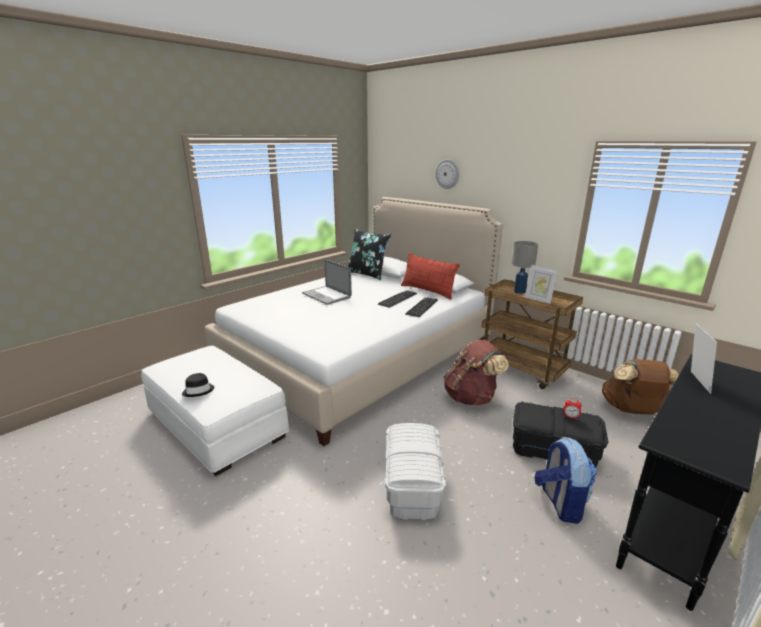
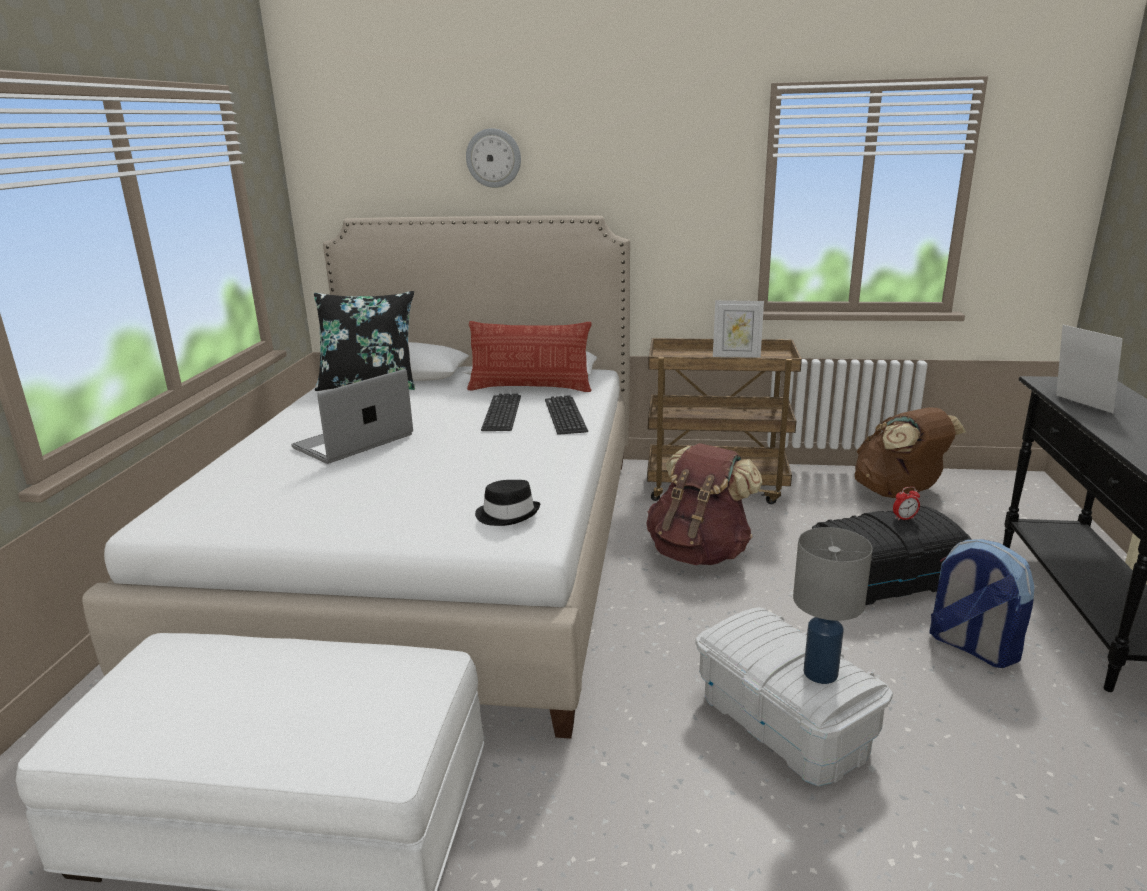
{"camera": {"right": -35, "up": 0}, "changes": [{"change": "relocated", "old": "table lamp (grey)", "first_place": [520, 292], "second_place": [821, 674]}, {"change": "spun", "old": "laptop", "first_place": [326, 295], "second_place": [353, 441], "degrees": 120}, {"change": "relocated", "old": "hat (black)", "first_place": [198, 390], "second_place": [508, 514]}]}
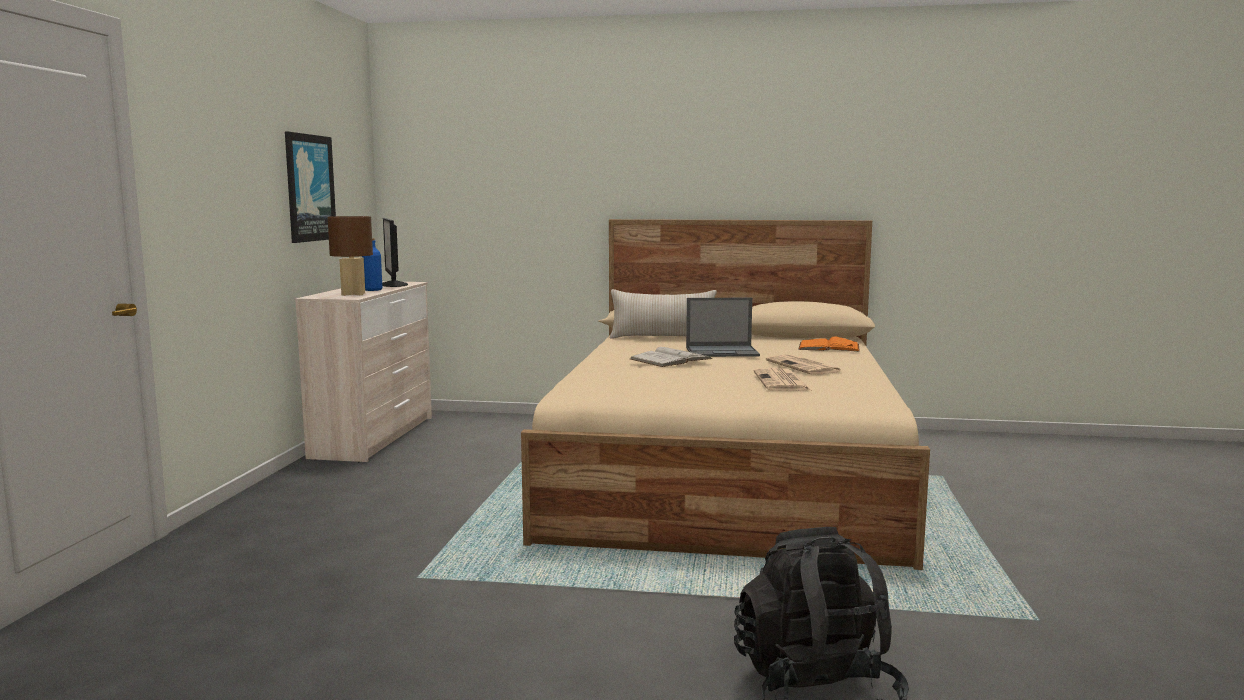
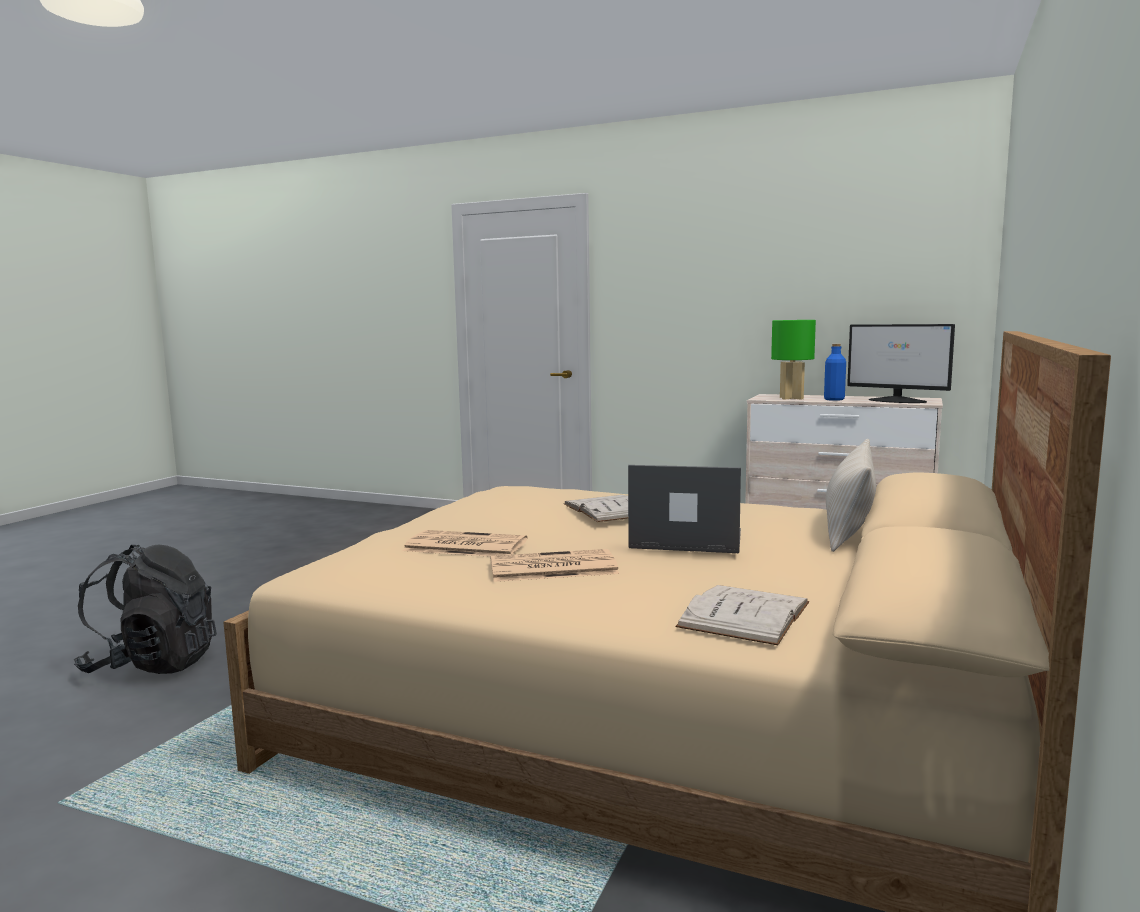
{"camera": {"right": 105, "up": 0}, "changes": [{"change": "missing", "old": "picture", "first_place": [309, 188]}, {"change": "colour", "old": "table lamp (brown)", "new": "table lamp (green)", "first_place": [353, 294], "second_place": [790, 398]}, {"change": "spun", "old": "monitor", "first_place": [393, 284], "second_place": [898, 401], "degrees": -135}, {"change": "spun", "old": "laptop", "first_place": [723, 352], "second_place": [684, 540], "degrees": 90}, {"change": "colour", "old": "book (orange)", "new": "book (white)", "first_place": [829, 347], "second_place": [744, 614]}]}
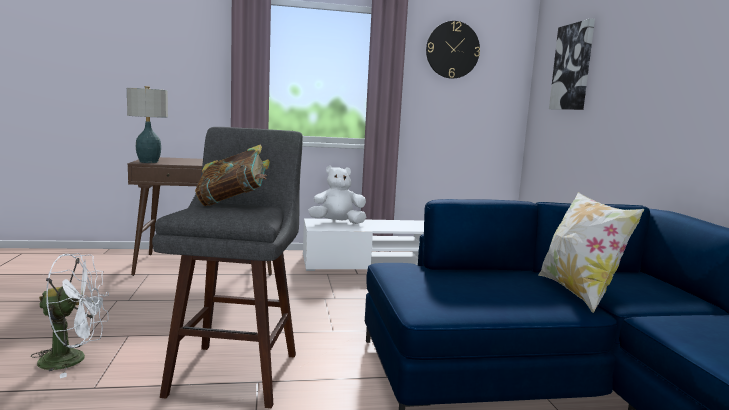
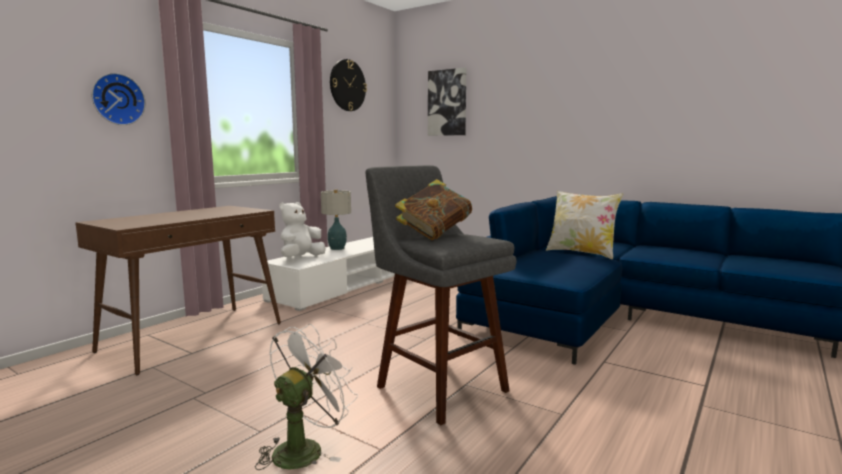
{"camera": {"right": -45, "up": 0}, "changes": [{"change": "relocated", "old": "table lamp", "first_place": [148, 162], "second_place": [337, 248]}, {"change": "appeared", "new": "wall clock", "second_place": [117, 99]}]}
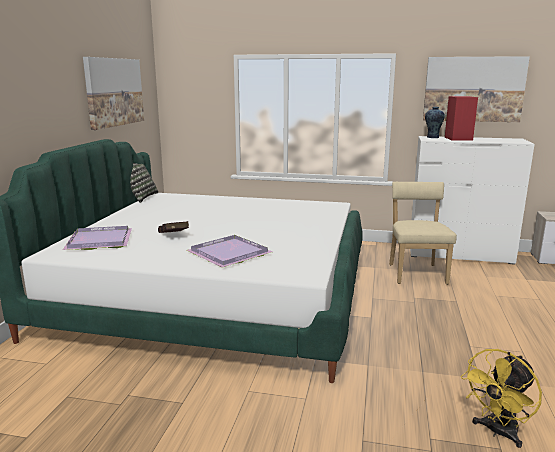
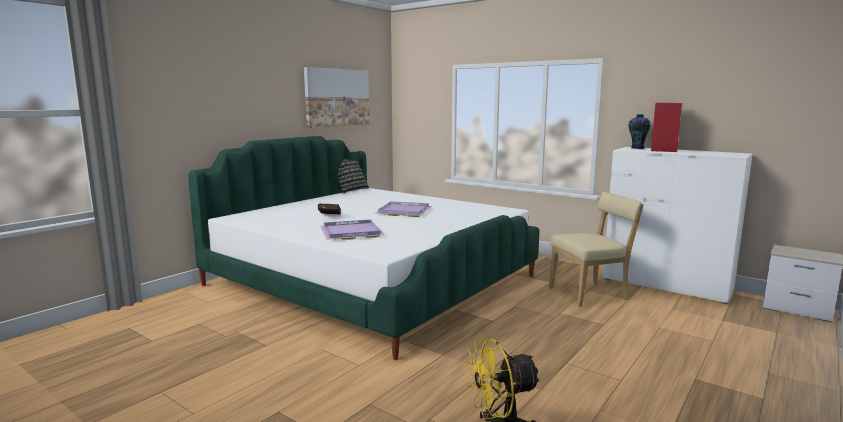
{"camera": {"right": 25, "up": -5}, "changes": [{"change": "missing", "old": "picture", "first_place": [473, 89]}, {"change": "spun", "old": "chair (beige)", "first_place": [416, 273], "second_place": [591, 293], "degrees": 45}, {"change": "relocated", "old": "tray (purple)", "first_place": [98, 240], "second_place": [403, 211]}]}
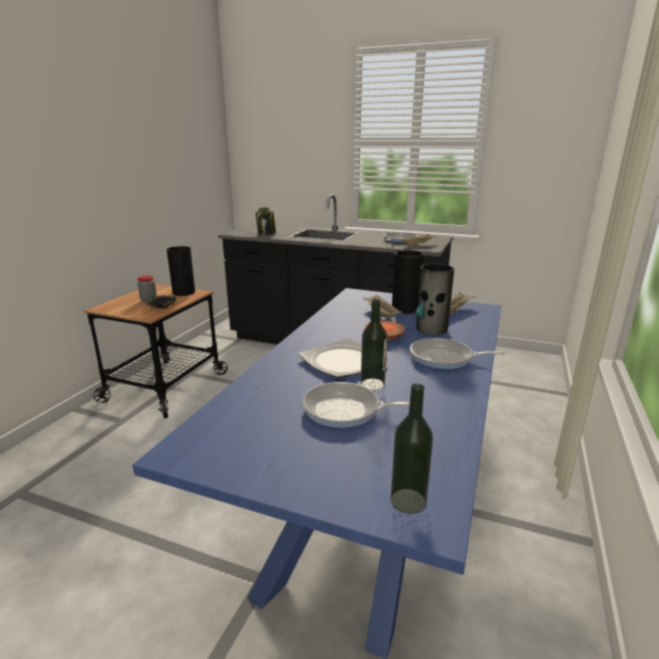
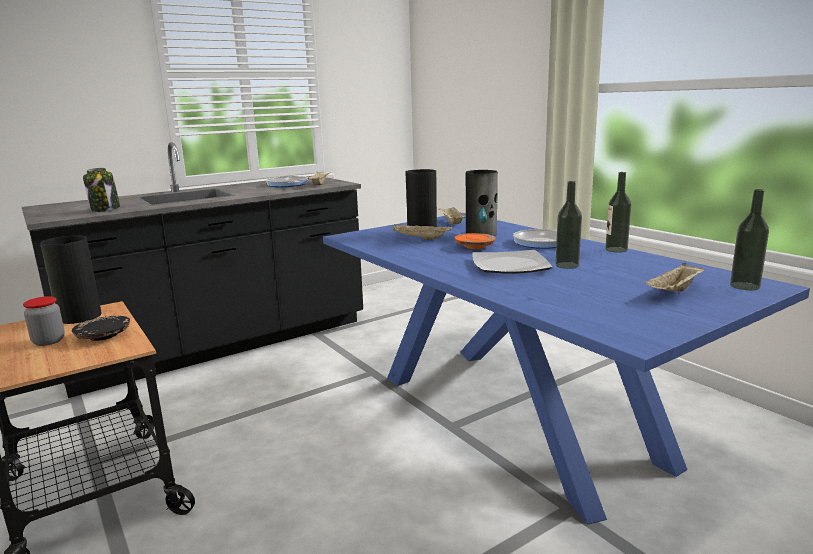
{"camera": {"right": -55, "up": -5}, "changes": [{"change": "missing", "old": "frying pan", "first_place": [345, 410]}, {"change": "appeared", "new": "bottle", "second_place": [616, 249]}, {"change": "appeared", "new": "tray (beige)", "second_place": [674, 292]}]}
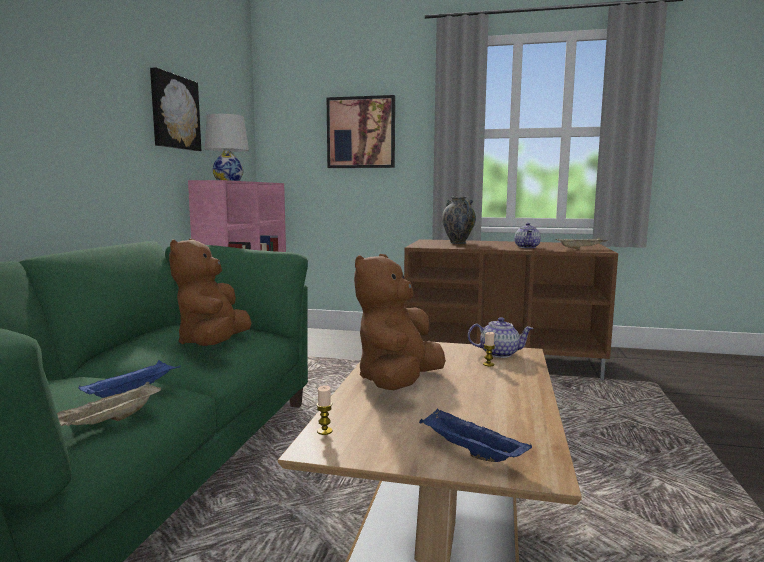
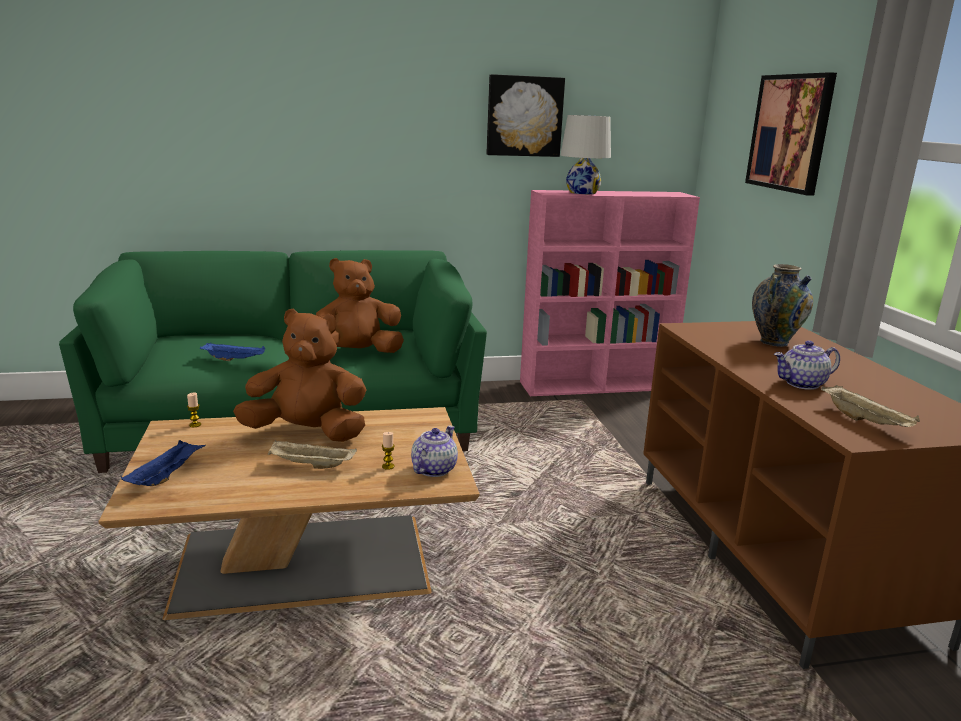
{"camera": {"right": 65, "up": 10}, "changes": [{"change": "spun", "old": "teapot", "first_place": [499, 353], "second_place": [433, 469], "degrees": -135}, {"change": "relocated", "old": "tray (beige)", "first_place": [109, 422], "second_place": [310, 465]}]}
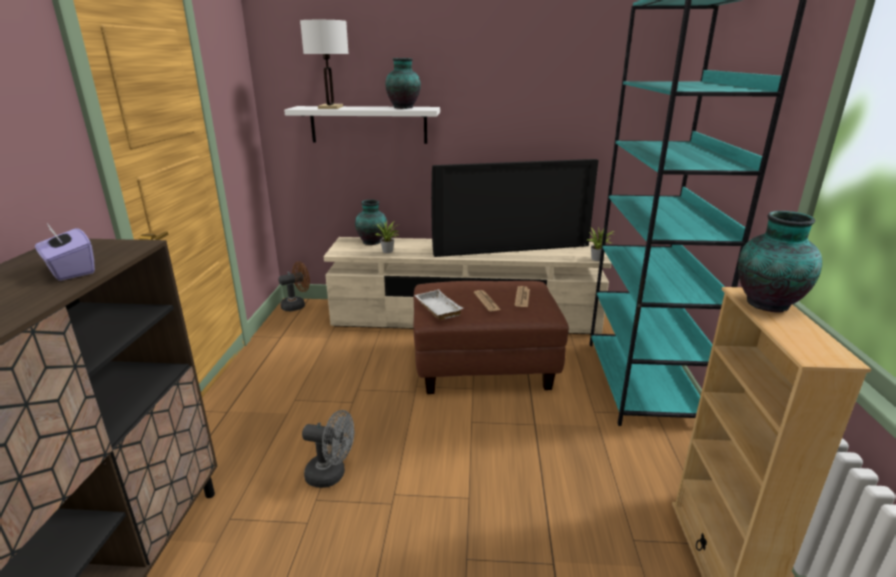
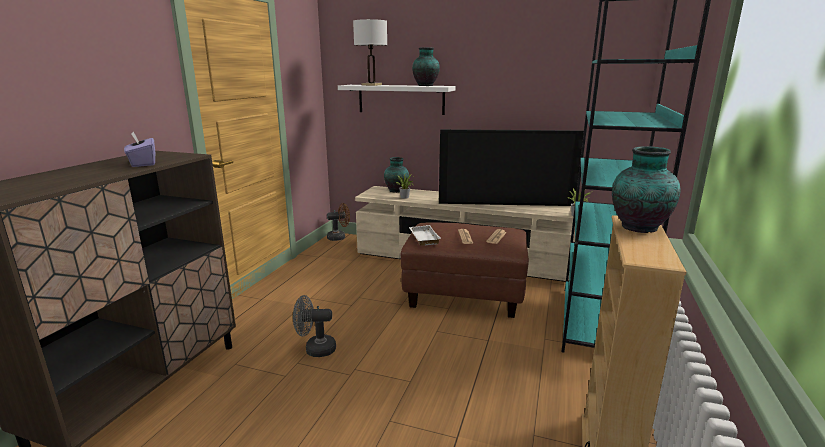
{"camera": {"right": 15, "up": -5}, "changes": [{"change": "spun", "old": "fan (grey)", "first_place": [332, 475], "second_place": [315, 349], "degrees": 150}]}
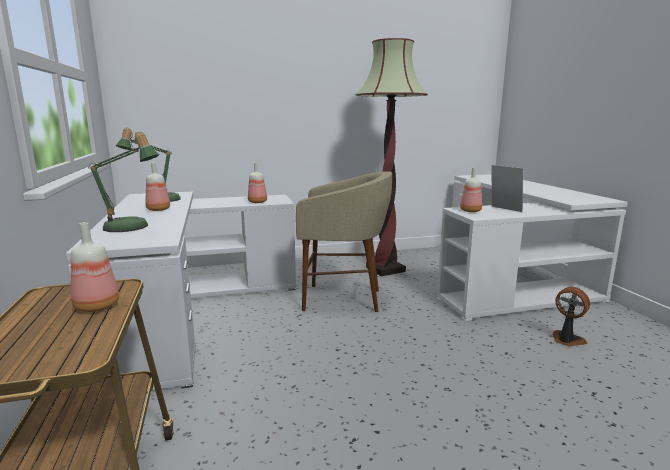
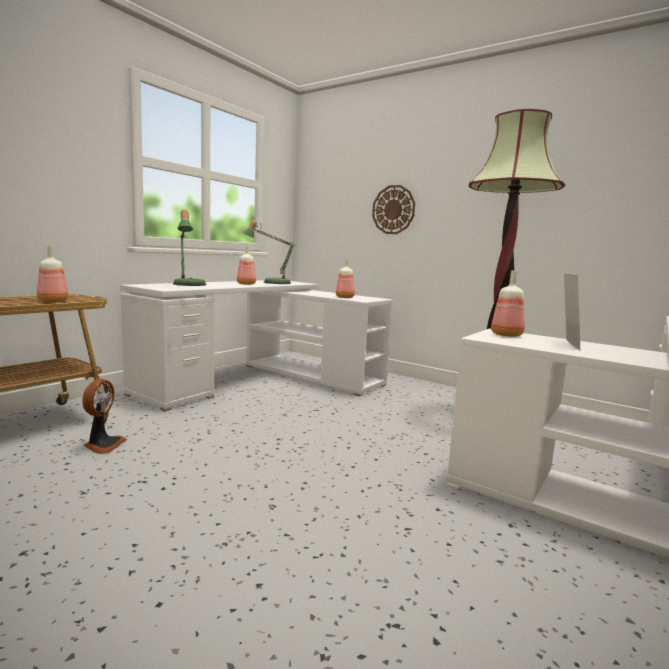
{"camera": {"right": 50, "up": -5}, "changes": [{"change": "missing", "old": "stool (beige)", "first_place": [343, 299]}, {"change": "relocated", "old": "fan", "first_place": [566, 340], "second_place": [103, 445]}, {"change": "appeared", "new": "wall clock", "second_place": [393, 210]}]}
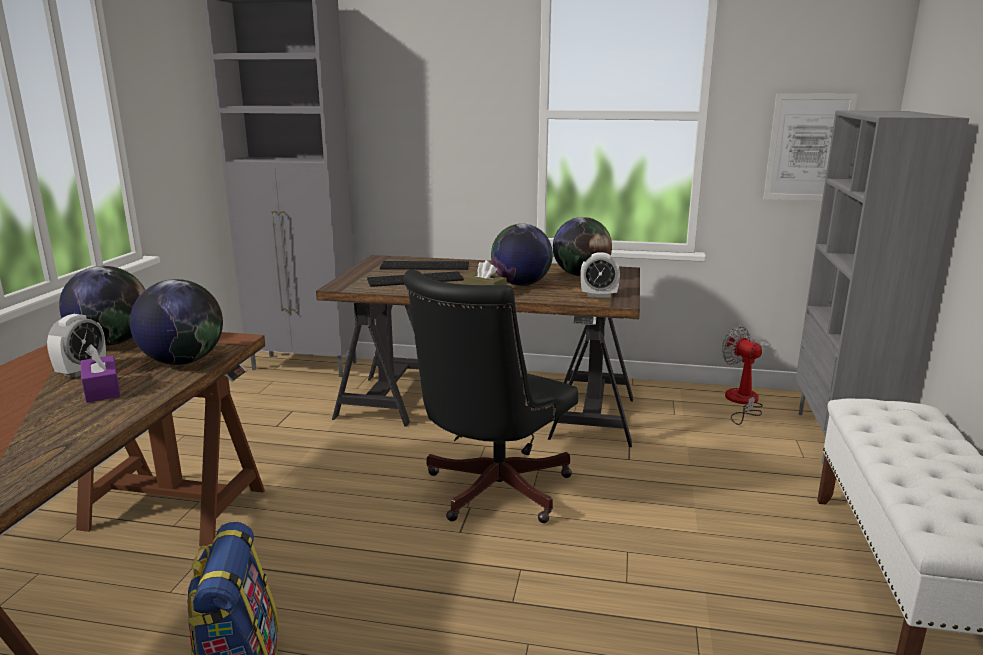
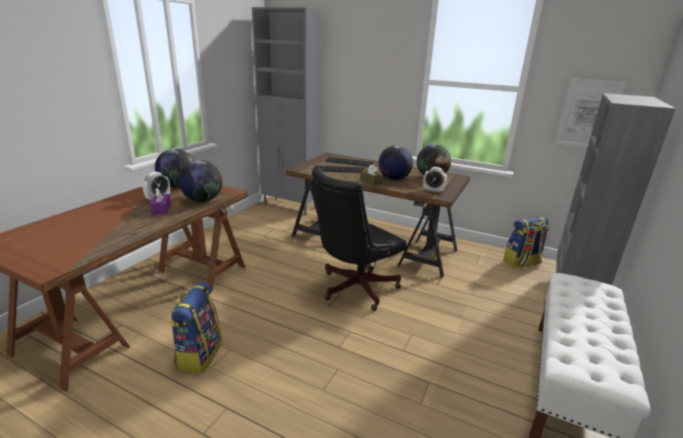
{"camera": {"right": 15, "up": 5}, "changes": [{"change": "exchanged", "old": "fan", "new": "backpack", "first_place": [741, 402], "second_place": [522, 263]}]}
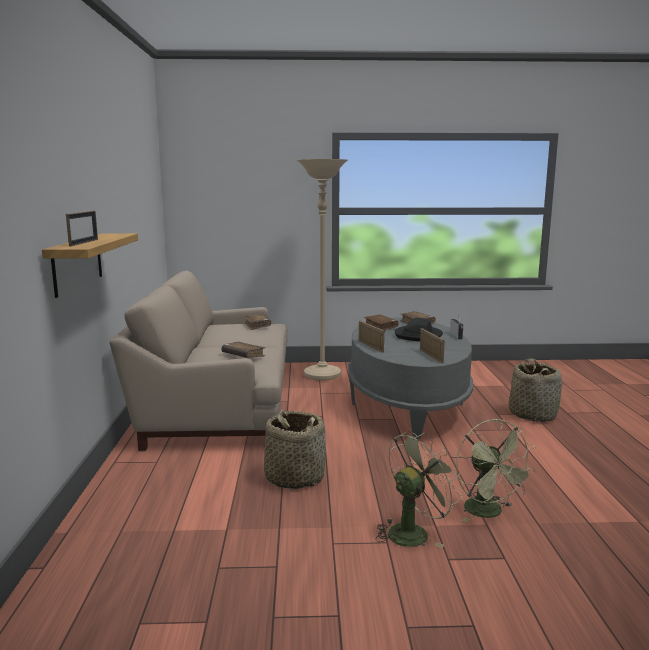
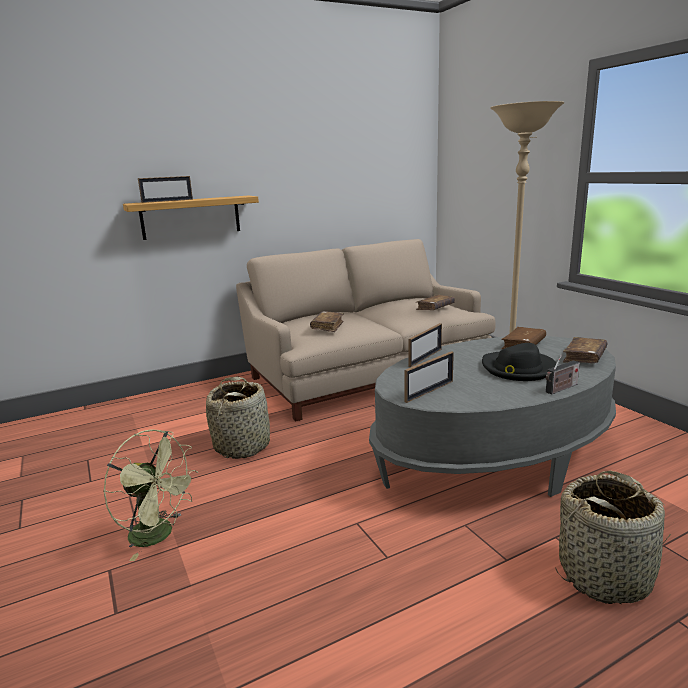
{"camera": {"right": 65, "up": 5}, "changes": [{"change": "missing", "old": "fan (green)", "first_place": [489, 513]}]}
